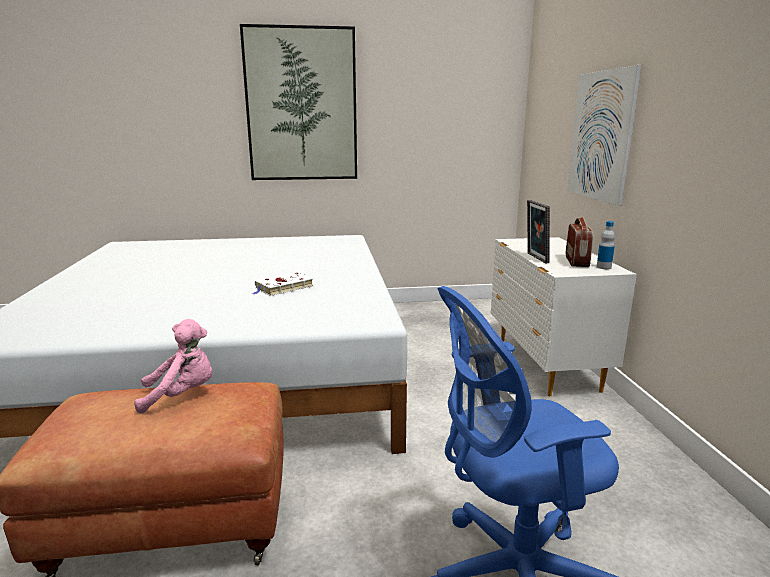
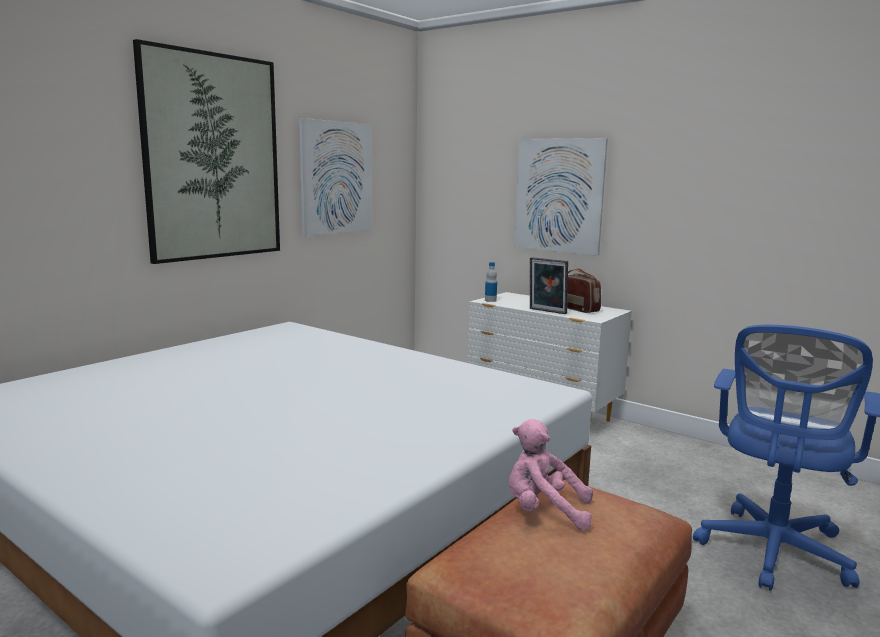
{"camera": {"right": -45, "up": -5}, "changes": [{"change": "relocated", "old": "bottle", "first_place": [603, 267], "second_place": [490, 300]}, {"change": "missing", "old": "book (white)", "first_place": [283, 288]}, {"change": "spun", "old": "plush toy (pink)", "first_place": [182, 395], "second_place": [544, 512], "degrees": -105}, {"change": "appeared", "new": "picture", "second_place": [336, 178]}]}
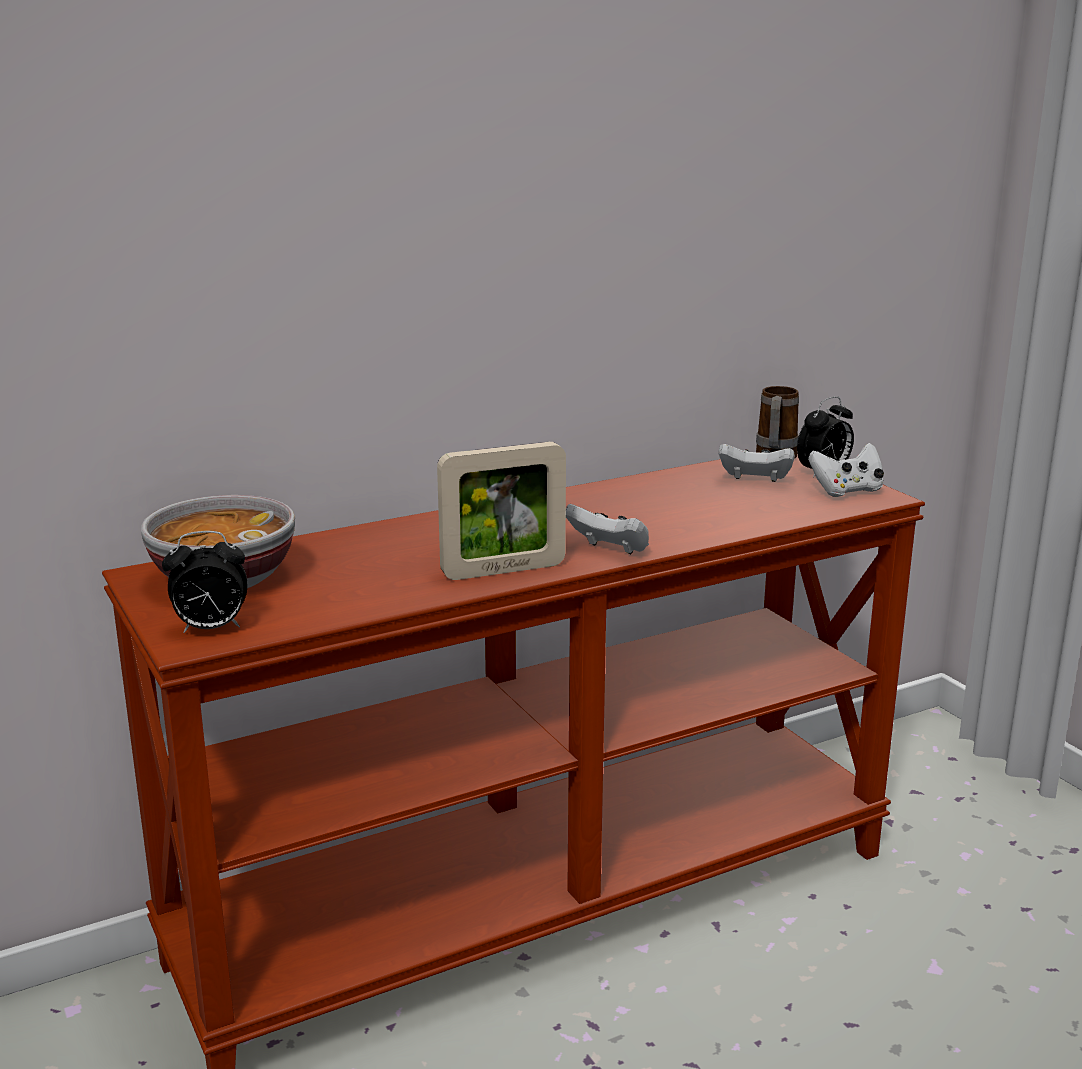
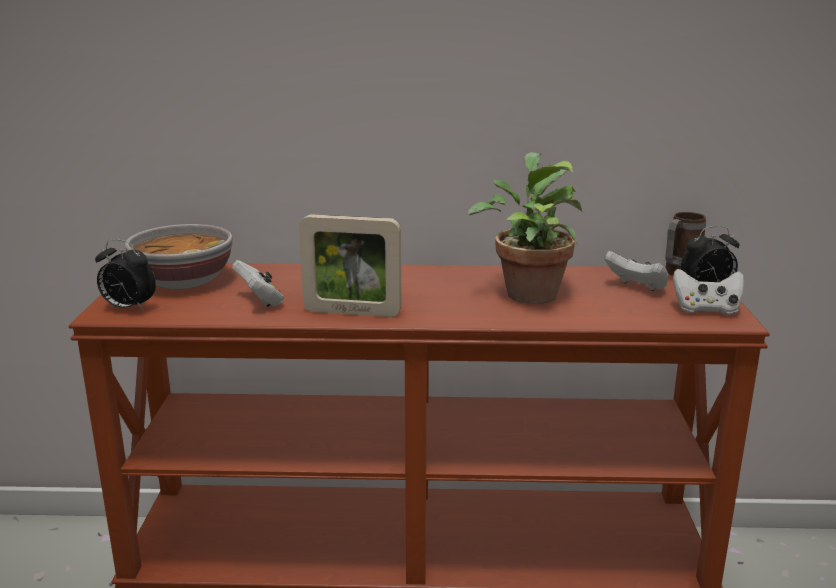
{"camera": {"right": 30, "up": 0}, "changes": [{"change": "relocated", "old": "game controller (white)", "first_place": [609, 550], "second_place": [260, 301]}, {"change": "appeared", "new": "potted plant", "second_place": [528, 292]}]}
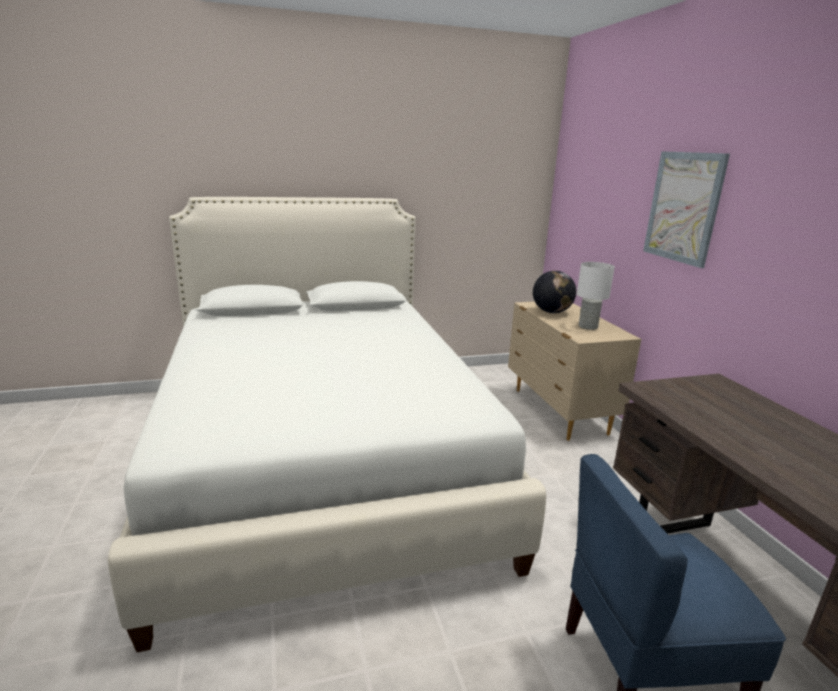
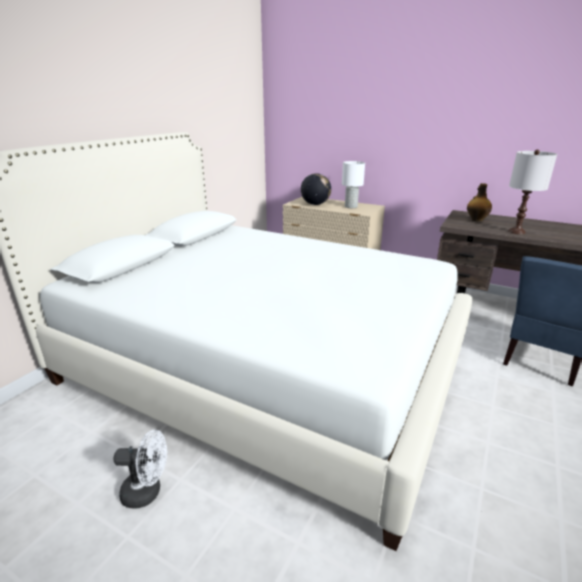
{"camera": {"right": -45, "up": 5}, "changes": [{"change": "missing", "old": "picture", "first_place": [683, 207]}, {"change": "appeared", "new": "table lamp (white)", "second_place": [516, 231]}, {"change": "appeared", "new": "bottle", "second_place": [476, 220]}, {"change": "appeared", "new": "fan (white)", "second_place": [148, 492]}]}
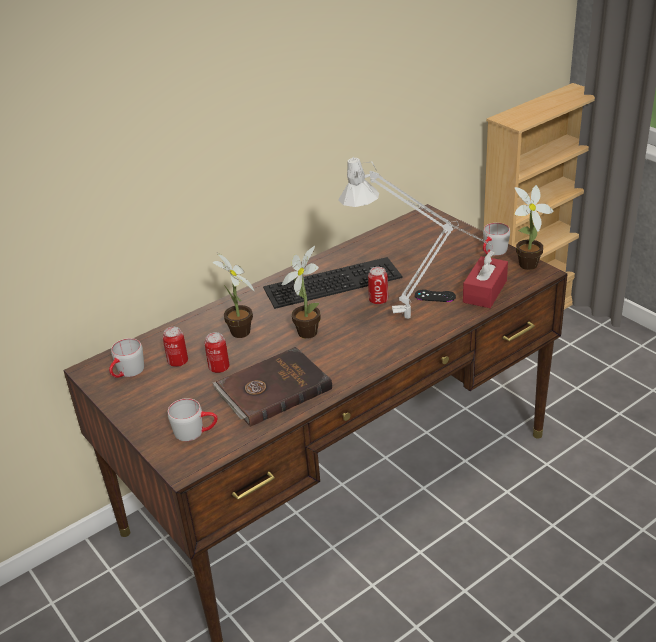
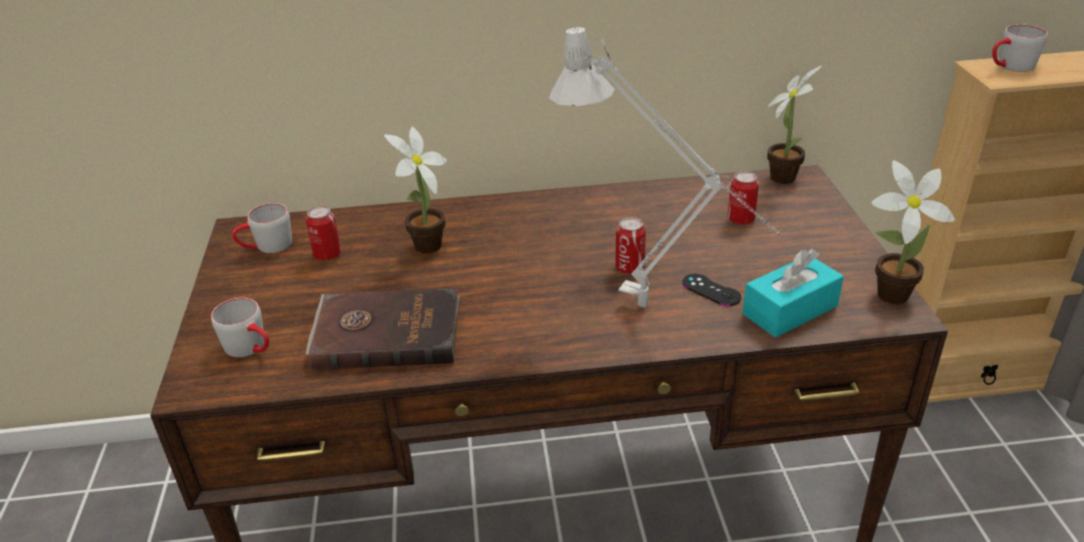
{"camera": {"right": 30, "up": 0}, "changes": [{"change": "relocated", "old": "mug (grey)", "first_place": [493, 252], "second_place": [1010, 67]}, {"change": "relocated", "old": "potted plant", "first_place": [307, 330], "second_place": [784, 176]}, {"change": "colour", "old": "tissue box (red)", "new": "tissue box (turquoise)", "first_place": [485, 291], "second_place": [790, 310]}, {"change": "missing", "old": "keyboard", "first_place": [333, 281]}, {"change": "relocated", "old": "can", "first_place": [219, 368], "second_place": [740, 219]}]}
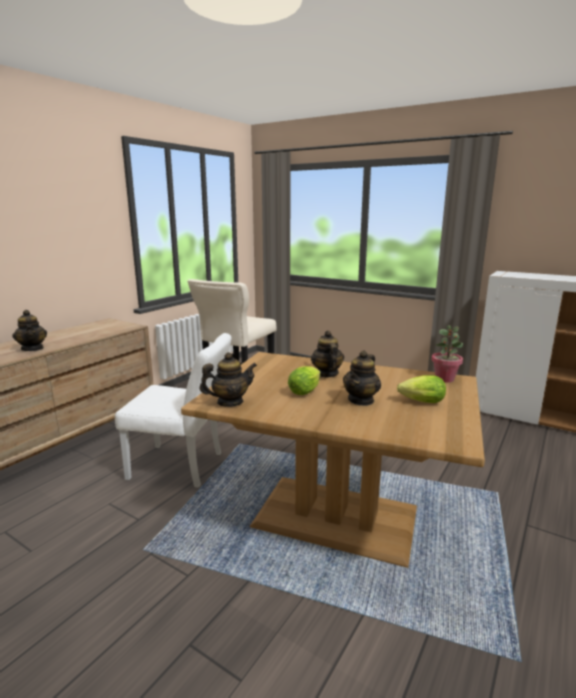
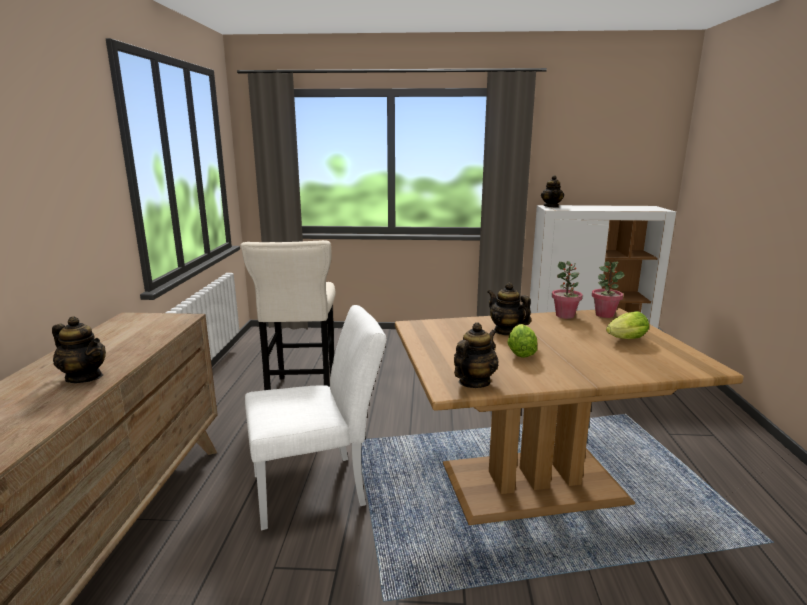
{"camera": {"right": -30, "up": 0}, "changes": [{"change": "relocated", "old": "teapot", "first_place": [361, 400], "second_place": [551, 206]}, {"change": "appeared", "new": "potted plant", "second_place": [565, 315]}]}
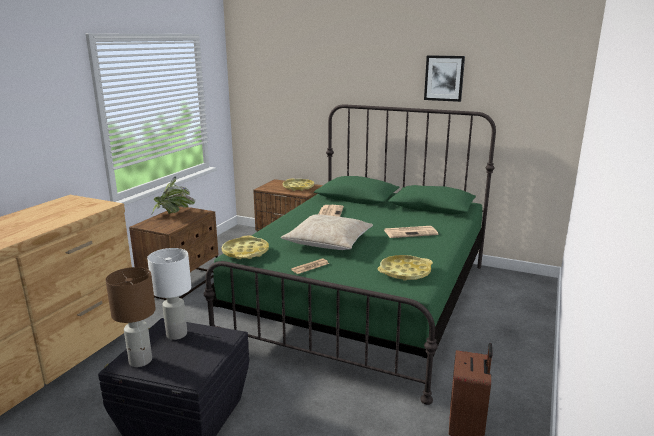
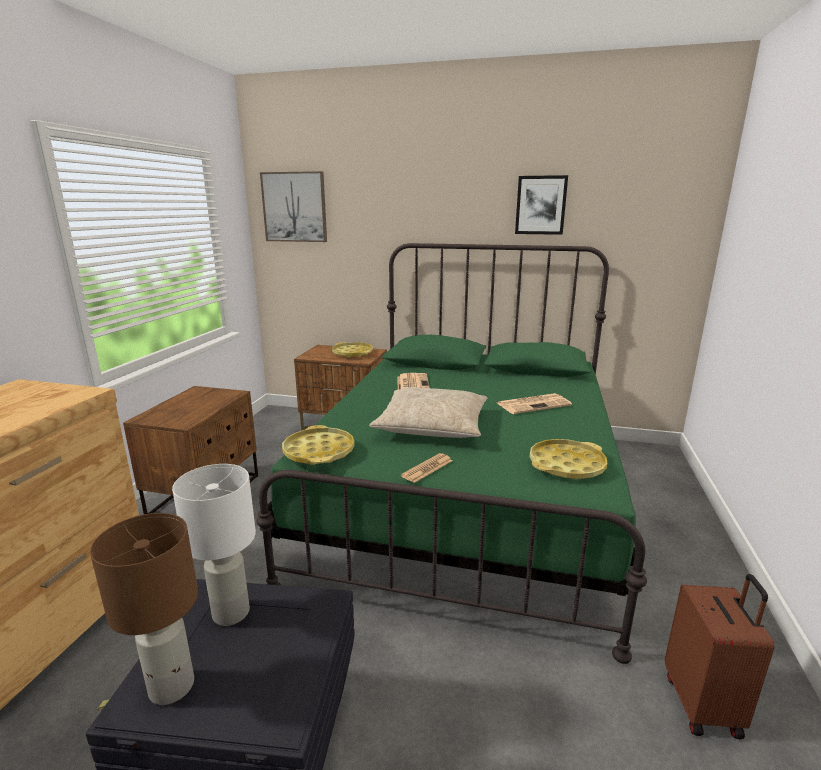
{"camera": {"right": -10, "up": 0}, "changes": [{"change": "missing", "old": "potted plant", "first_place": [173, 214]}, {"change": "appeared", "new": "picture", "second_place": [294, 207]}]}
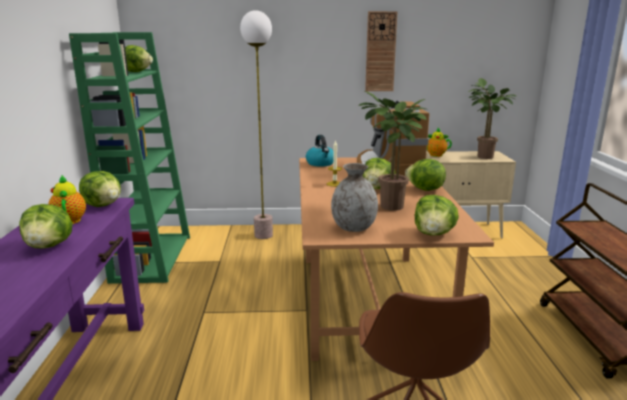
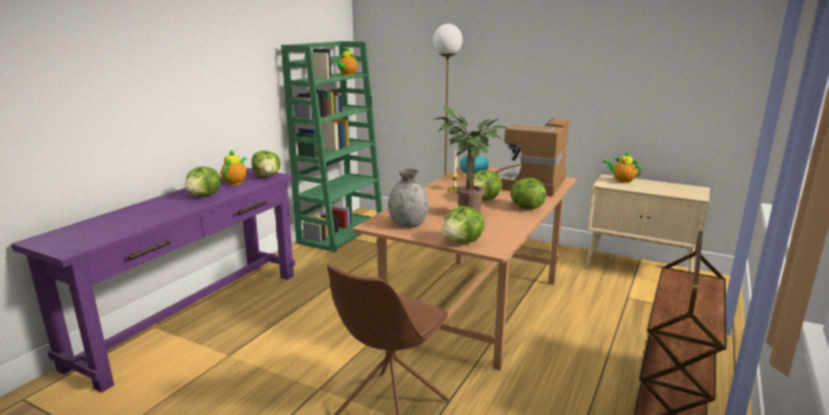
{"camera": {"right": 30, "up": 0}, "changes": [{"change": "missing", "old": "wall clock", "first_place": [380, 52]}, {"change": "exchanged", "old": "lettuce", "new": "teapot", "first_place": [136, 72], "second_place": [347, 75]}, {"change": "missing", "old": "potted plant", "first_place": [482, 157]}]}
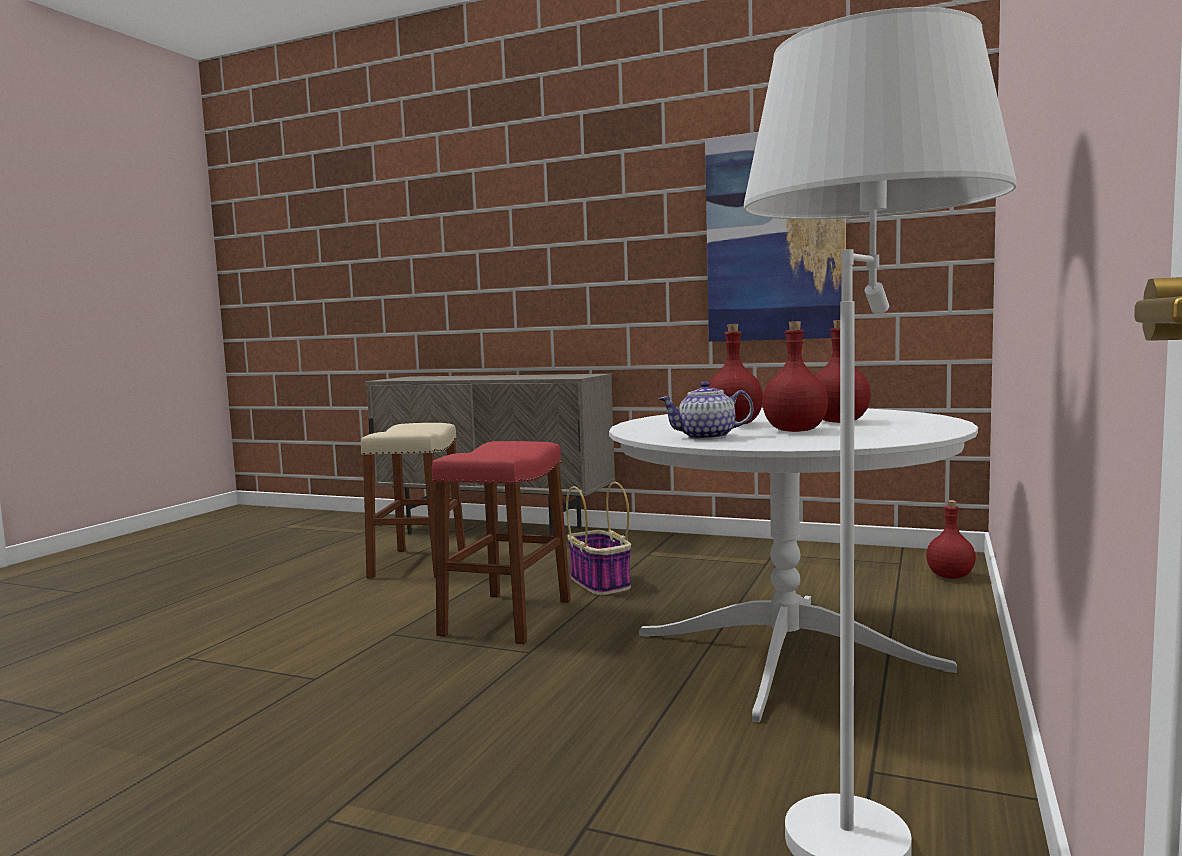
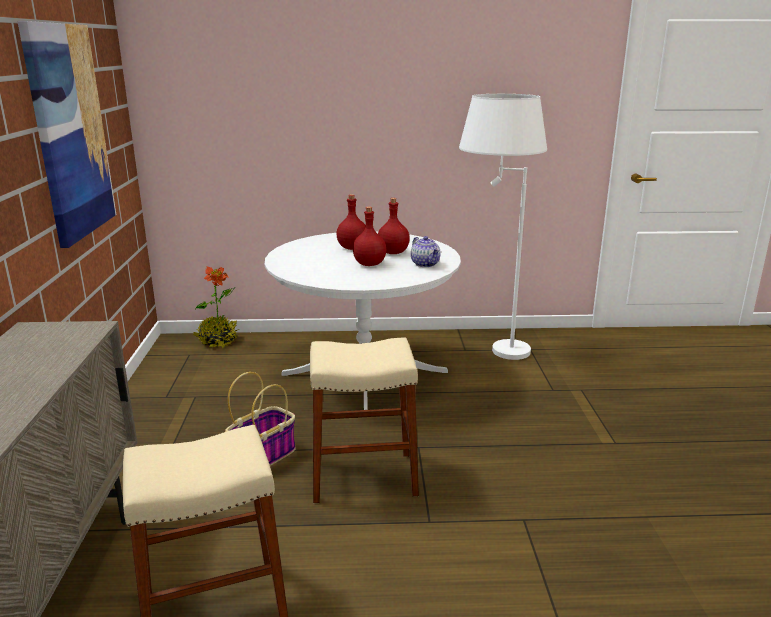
{"camera": {"right": -115, "up": 15}, "changes": [{"change": "colour", "old": "stool (red)", "new": "stool (beige)", "first_place": [507, 617], "second_place": [363, 477]}, {"change": "exchanged", "old": "bottle (red)", "new": "potted plant", "first_place": [951, 576], "second_place": [217, 341]}]}
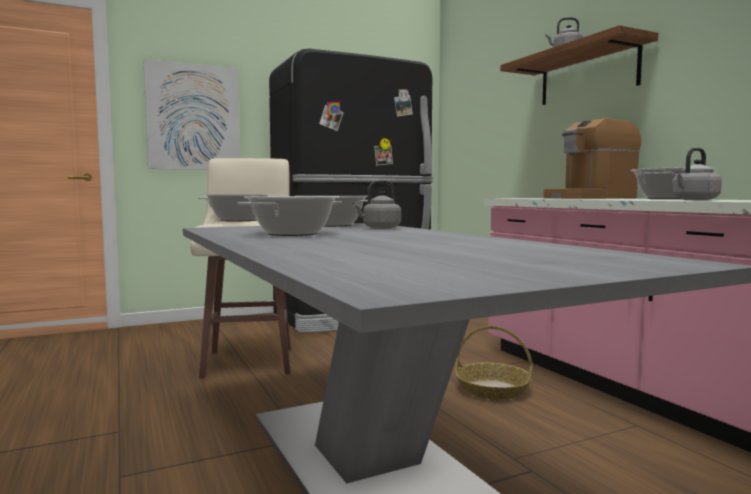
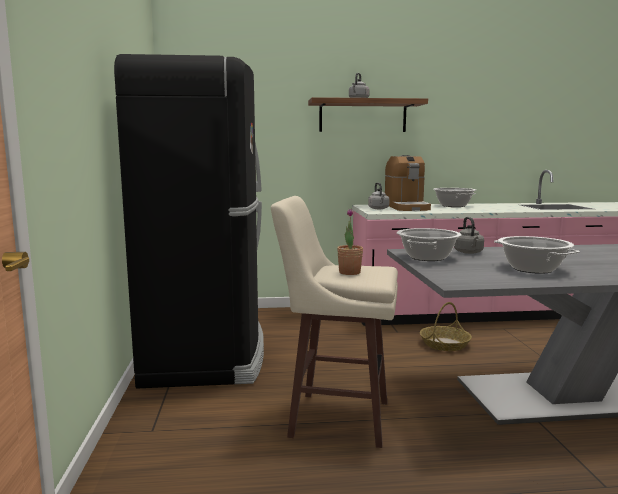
{"camera": {"right": -70, "up": 5}, "changes": [{"change": "missing", "old": "picture", "first_place": [193, 117]}, {"change": "relocated", "old": "kettle (grey)", "first_place": [694, 200], "second_place": [379, 209]}, {"change": "exchanged", "old": "cooking pot", "new": "potted plant", "first_place": [238, 220], "second_place": [349, 272]}]}
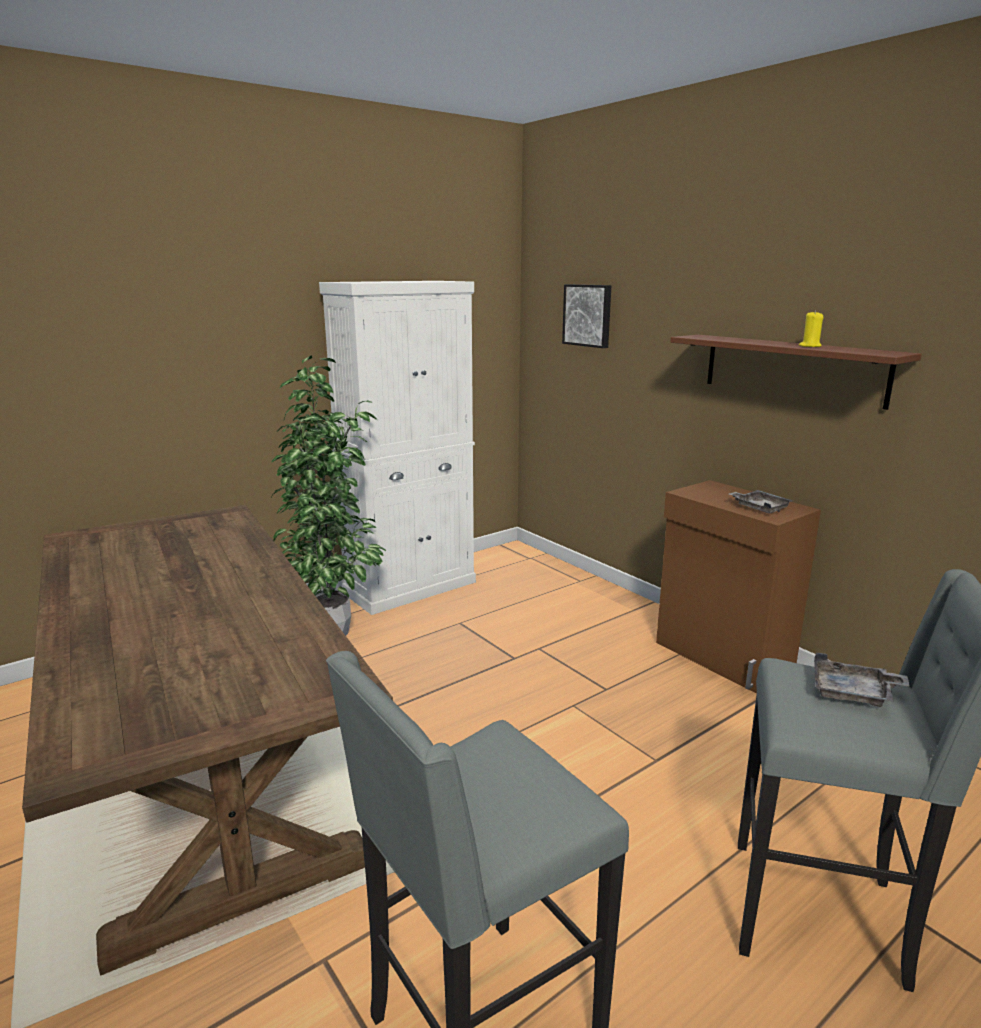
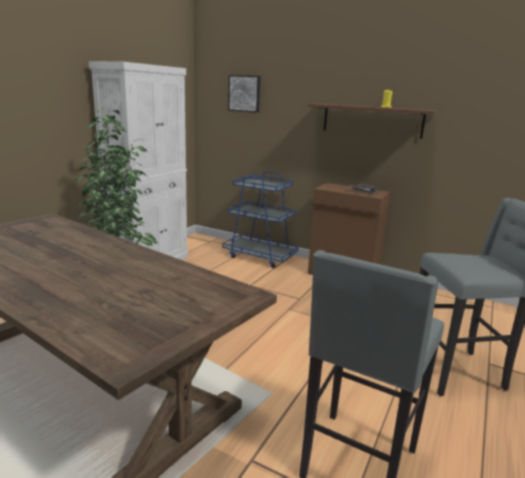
{"camera": {"right": -25, "up": 0}, "changes": [{"change": "missing", "old": "tray (grey)", "first_place": [853, 693]}, {"change": "appeared", "new": "cart (blue)", "second_place": [260, 256]}]}
